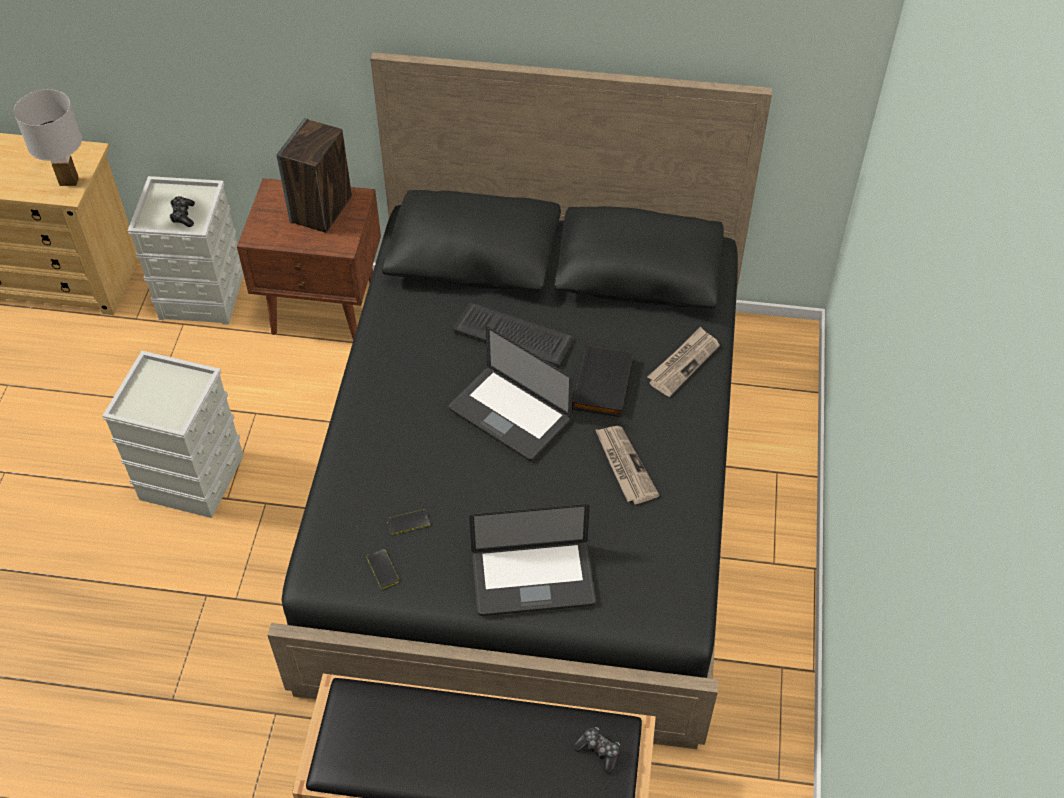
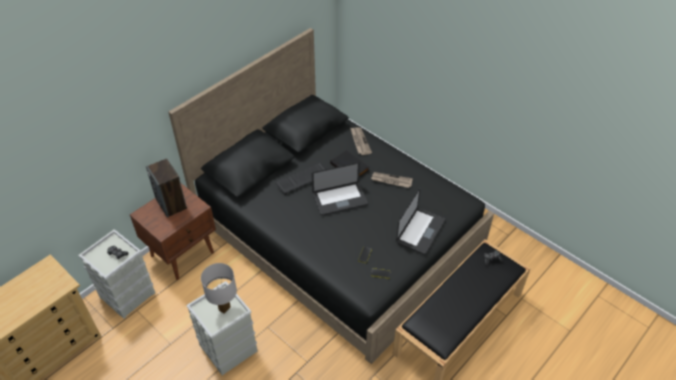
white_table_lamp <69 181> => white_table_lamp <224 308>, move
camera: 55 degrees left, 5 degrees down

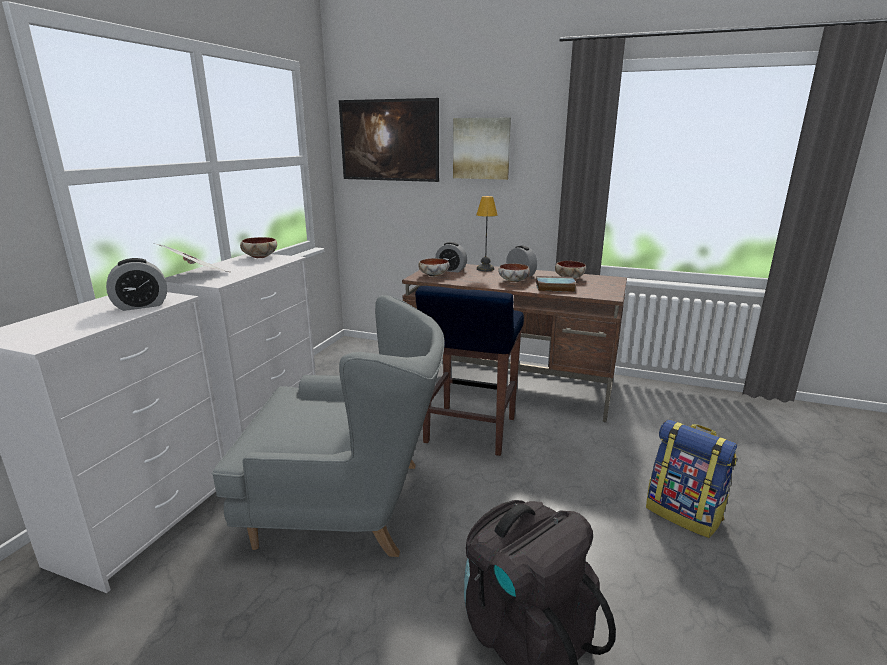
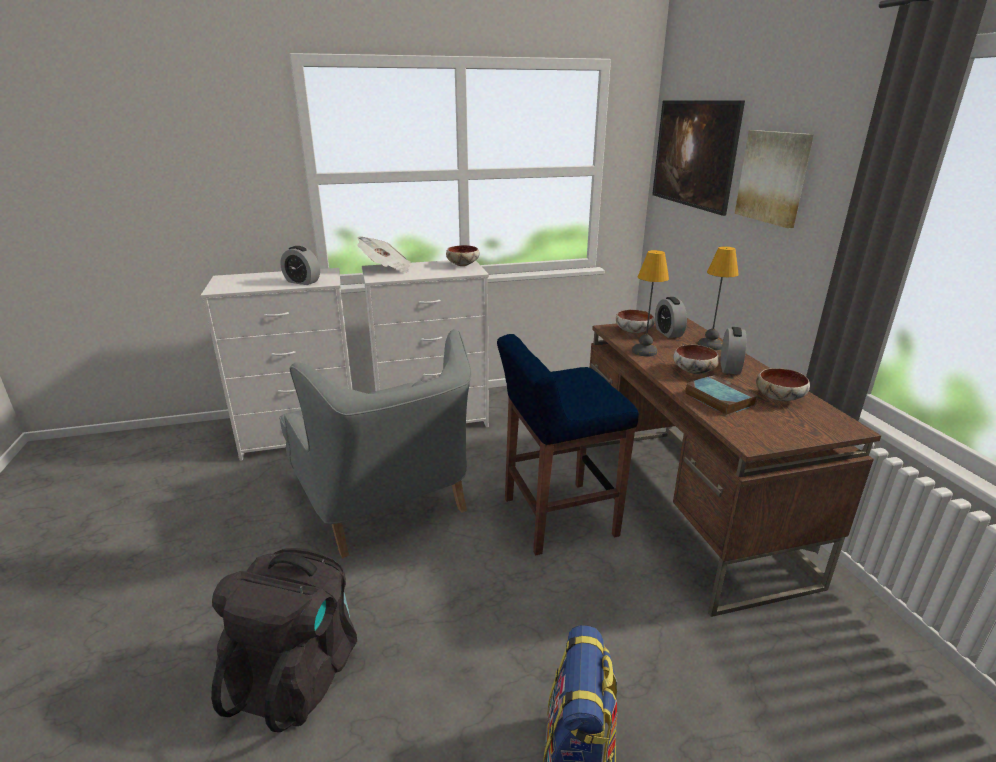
nothing => table_lamp <644 351>
camera: 55 degrees right, 5 degrees up

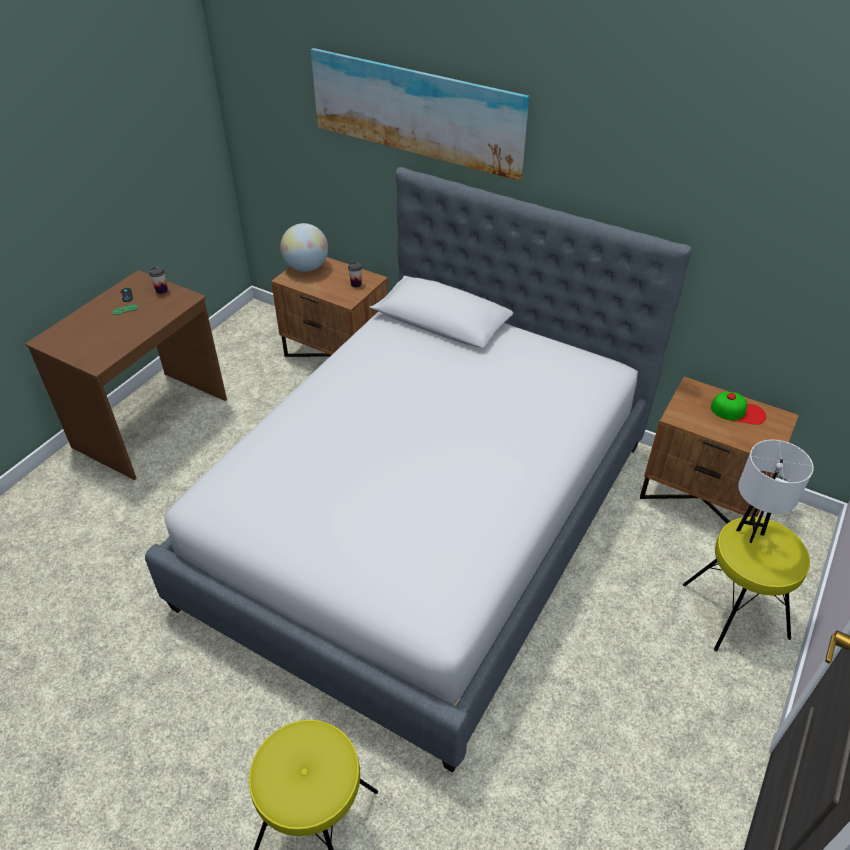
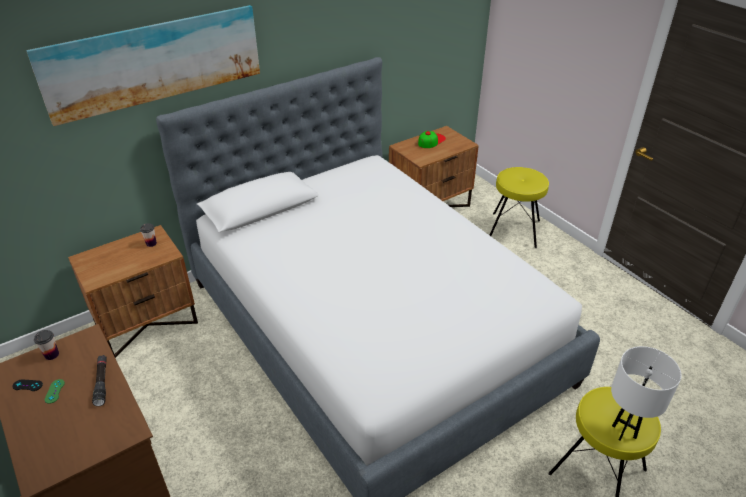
globe <306 267> => nothing
nothing => black_flashlight <102 383>
white_table_lamp <750 532> => white_table_lamp <624 431>, move
camera: 65 degrees left, 5 degrees down

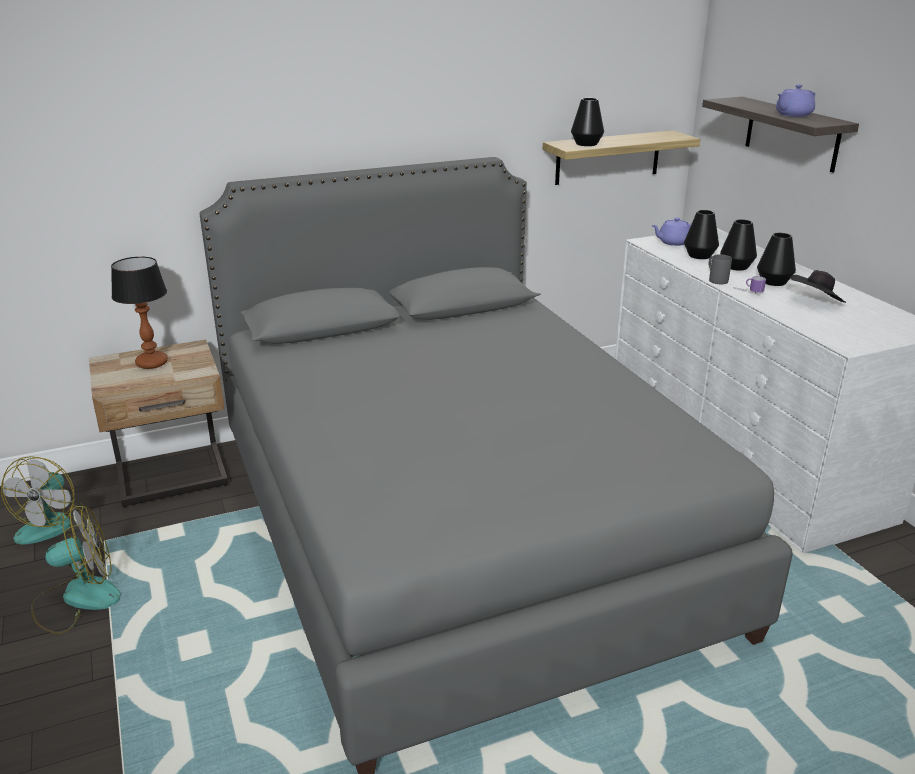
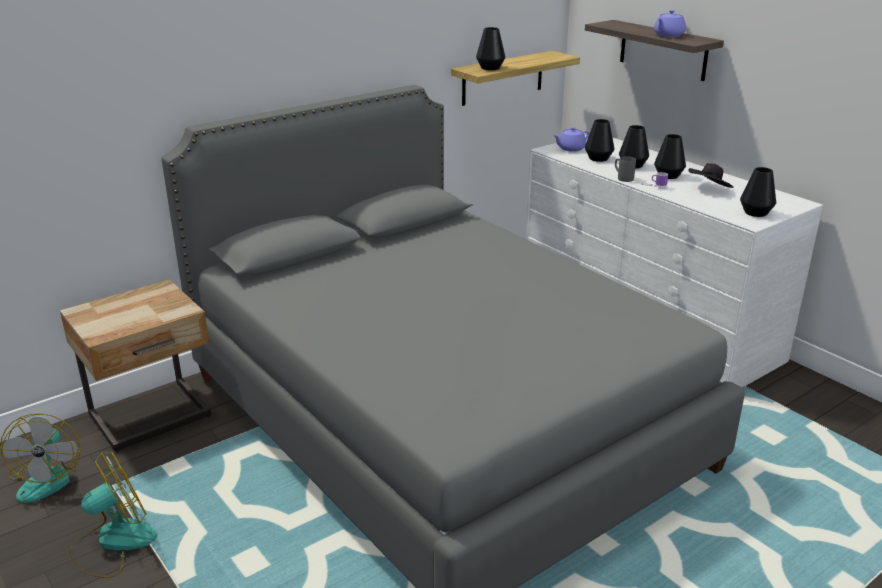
table_lamp <152 363> => nothing
nothing => black_vase <755 212>
camera: 15 degrees left, 0 degrees up

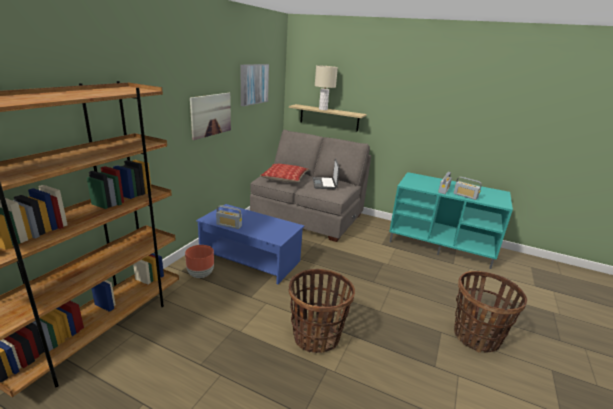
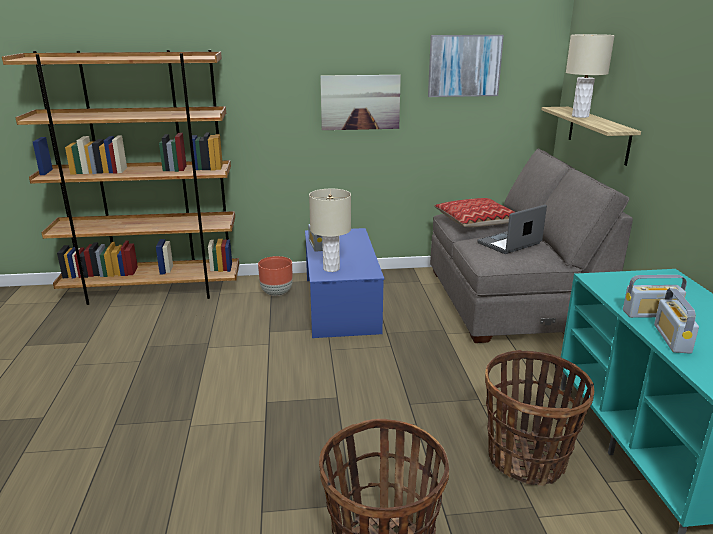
nothing => beige_table_lamp <331 268>
basket <316 336> => basket <526 459>, move
camera: 60 degrees right, 0 degrees up

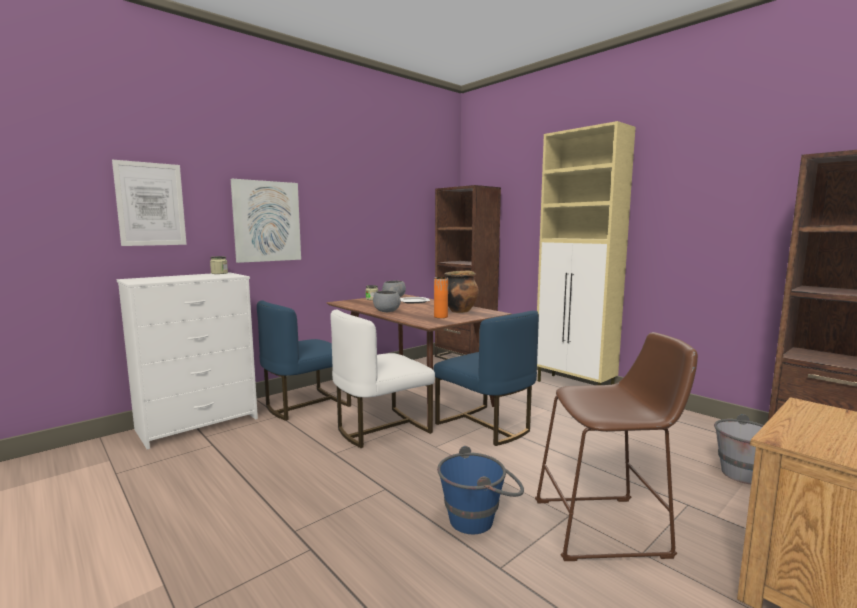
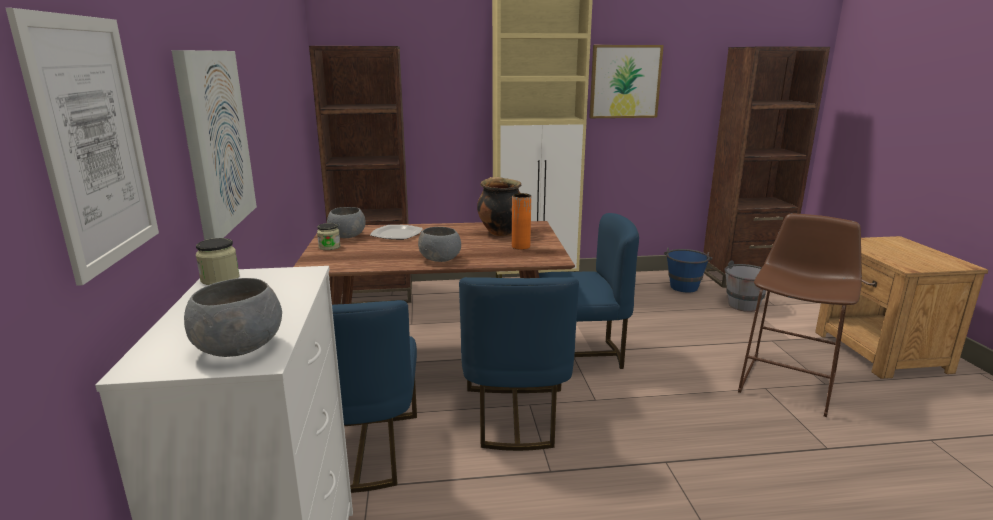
nothing => grey_bowl <237 348>
nothing => picture <625 81>
blue_bucket <480 518> => blue_bucket <684 285>, move
white_chair <381 429> => blue_chair <515 416>
camera: 55 degrees left, 10 degrees up

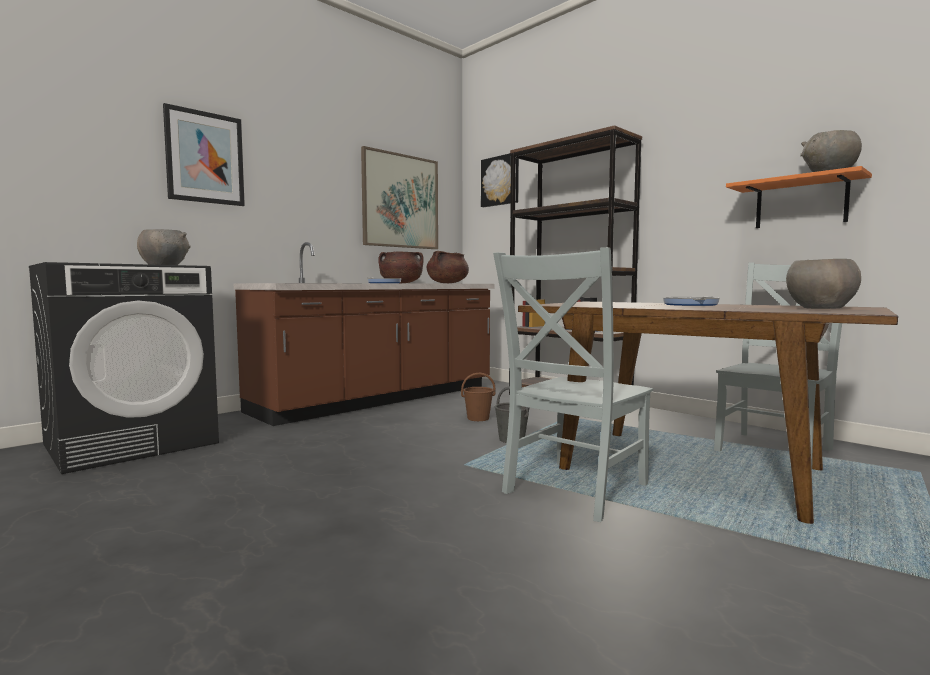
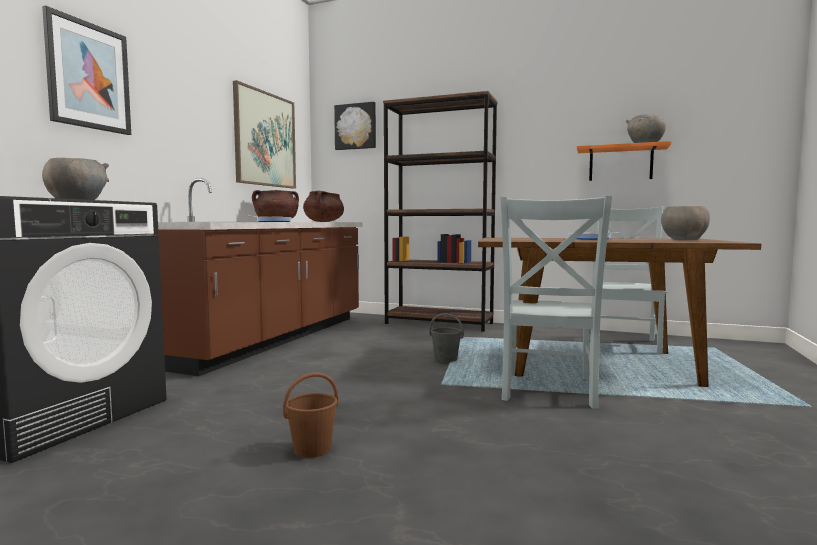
brown_bucket <478 418> => brown_bucket <313 449>, move
camera: 25 degrees left, 0 degrees up

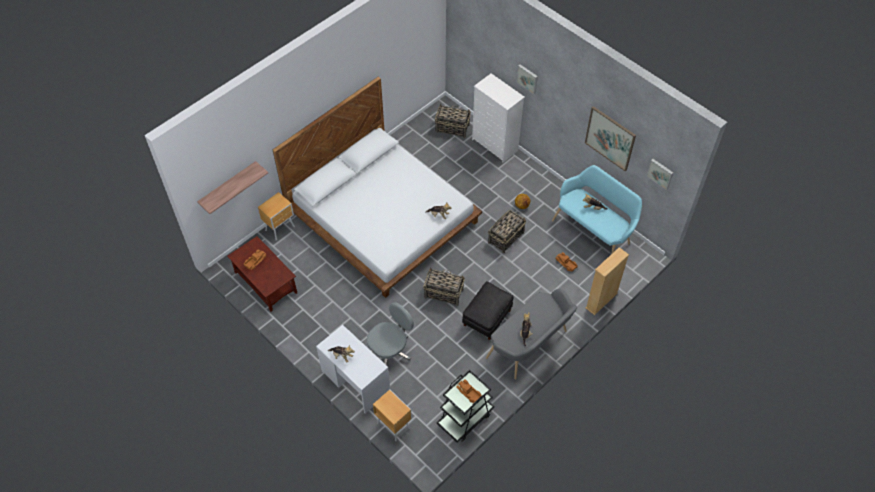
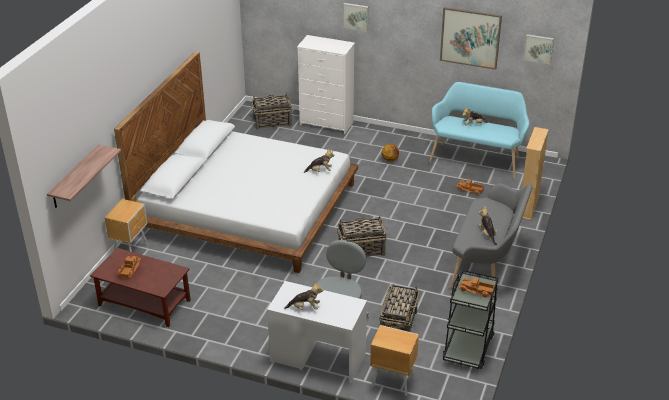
black_ottoman <487 317> => nothing
basket <506 237> => basket <398 324>, move
camera: 25 degrees left, 20 degrees down

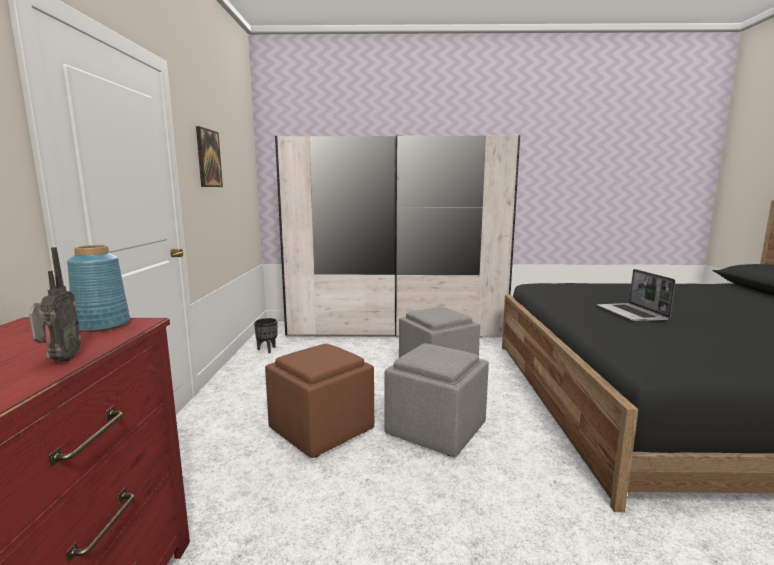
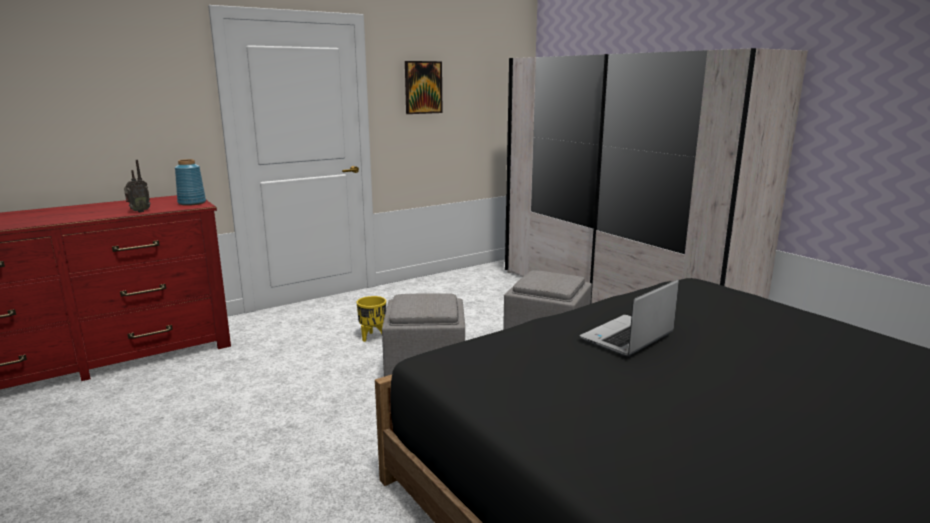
black_planter <267 349> => nothing
brown_ottoman <321 430> => yellow_planter <372 337>
camera: 55 degrees right, 5 degrees up

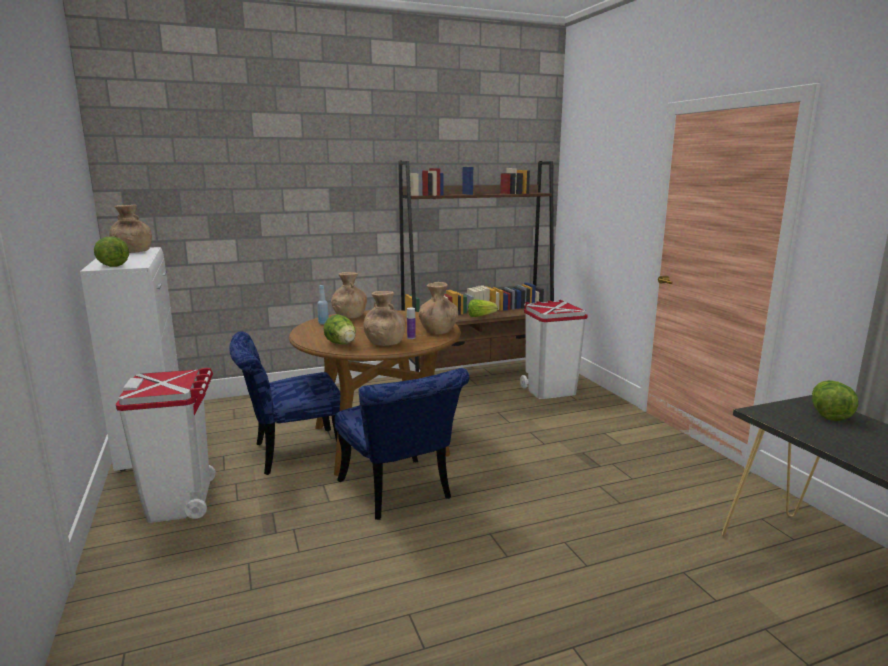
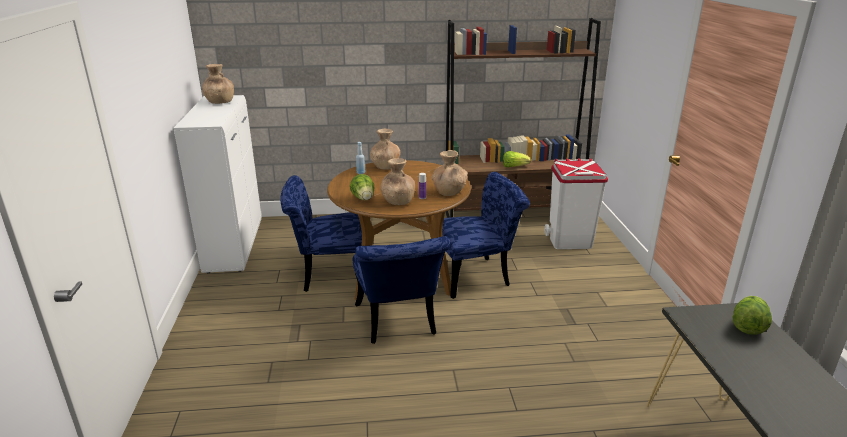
lettuce <111 265> => nothing
white_trash_can <181 502> => nothing
nothing => blue_chair <477 276>
camera: 15 degrees right, 10 degrees up

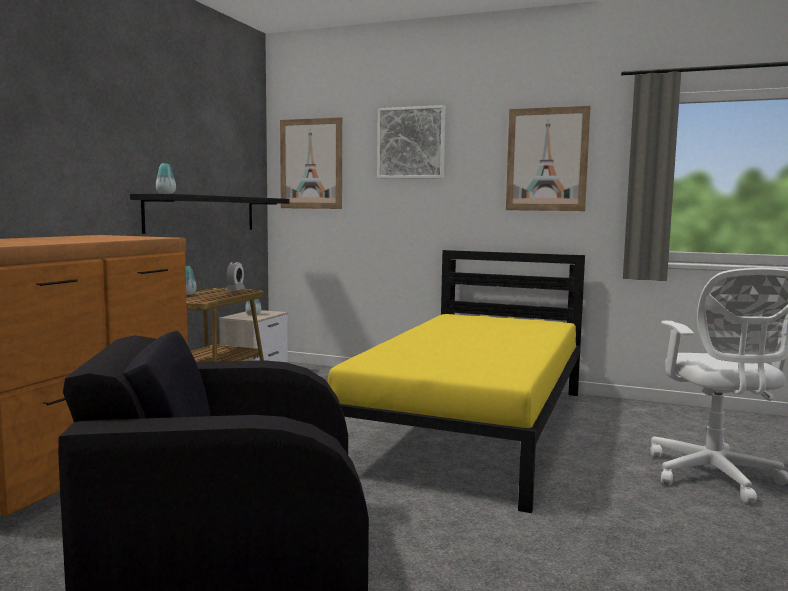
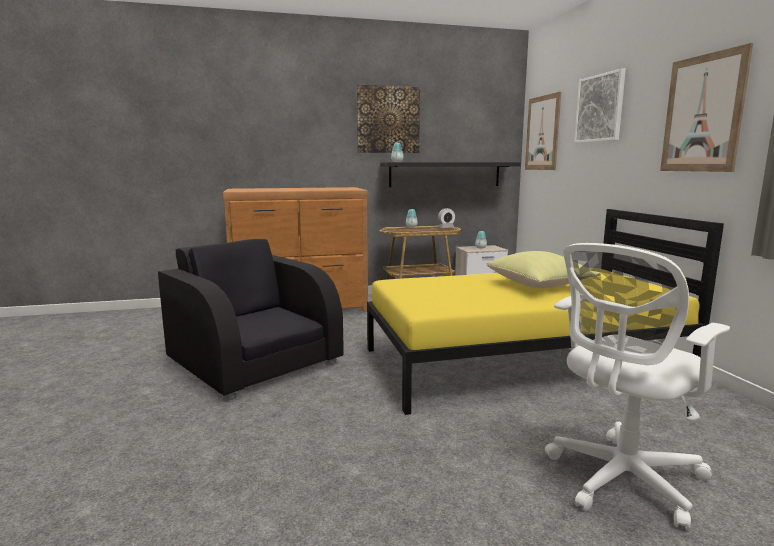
nothing => picture <388 120>
nothing => yellow_pillow <540 286>
camera: 55 degrees right, 5 degrees up

